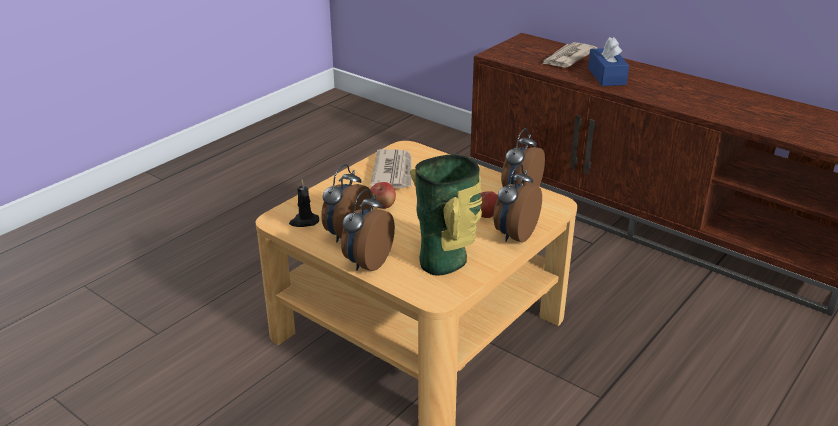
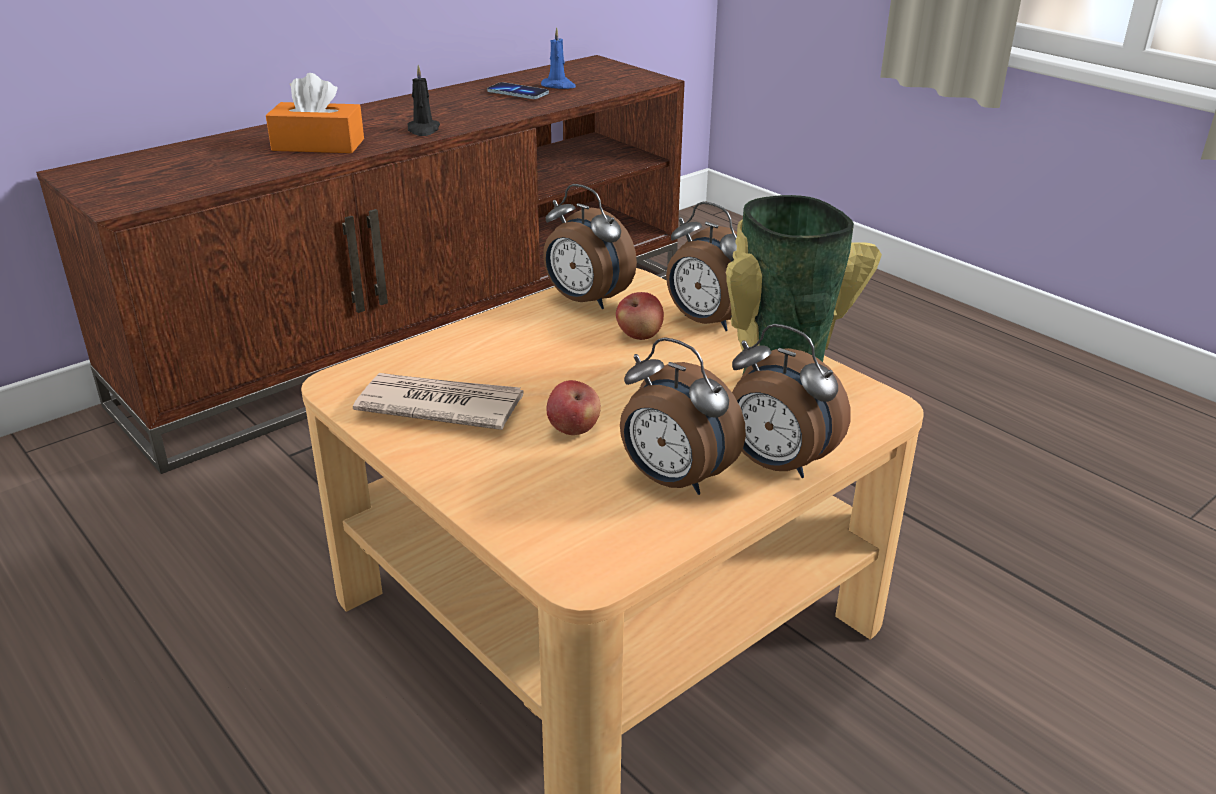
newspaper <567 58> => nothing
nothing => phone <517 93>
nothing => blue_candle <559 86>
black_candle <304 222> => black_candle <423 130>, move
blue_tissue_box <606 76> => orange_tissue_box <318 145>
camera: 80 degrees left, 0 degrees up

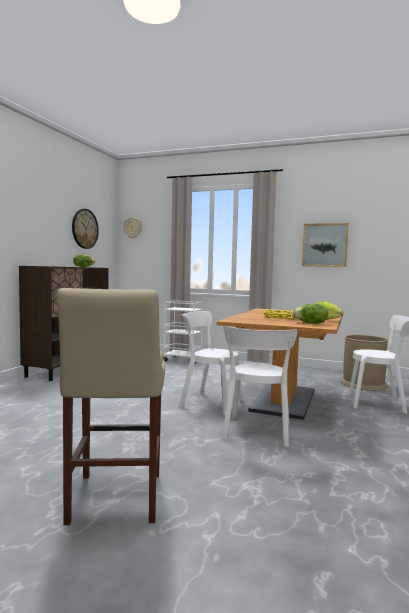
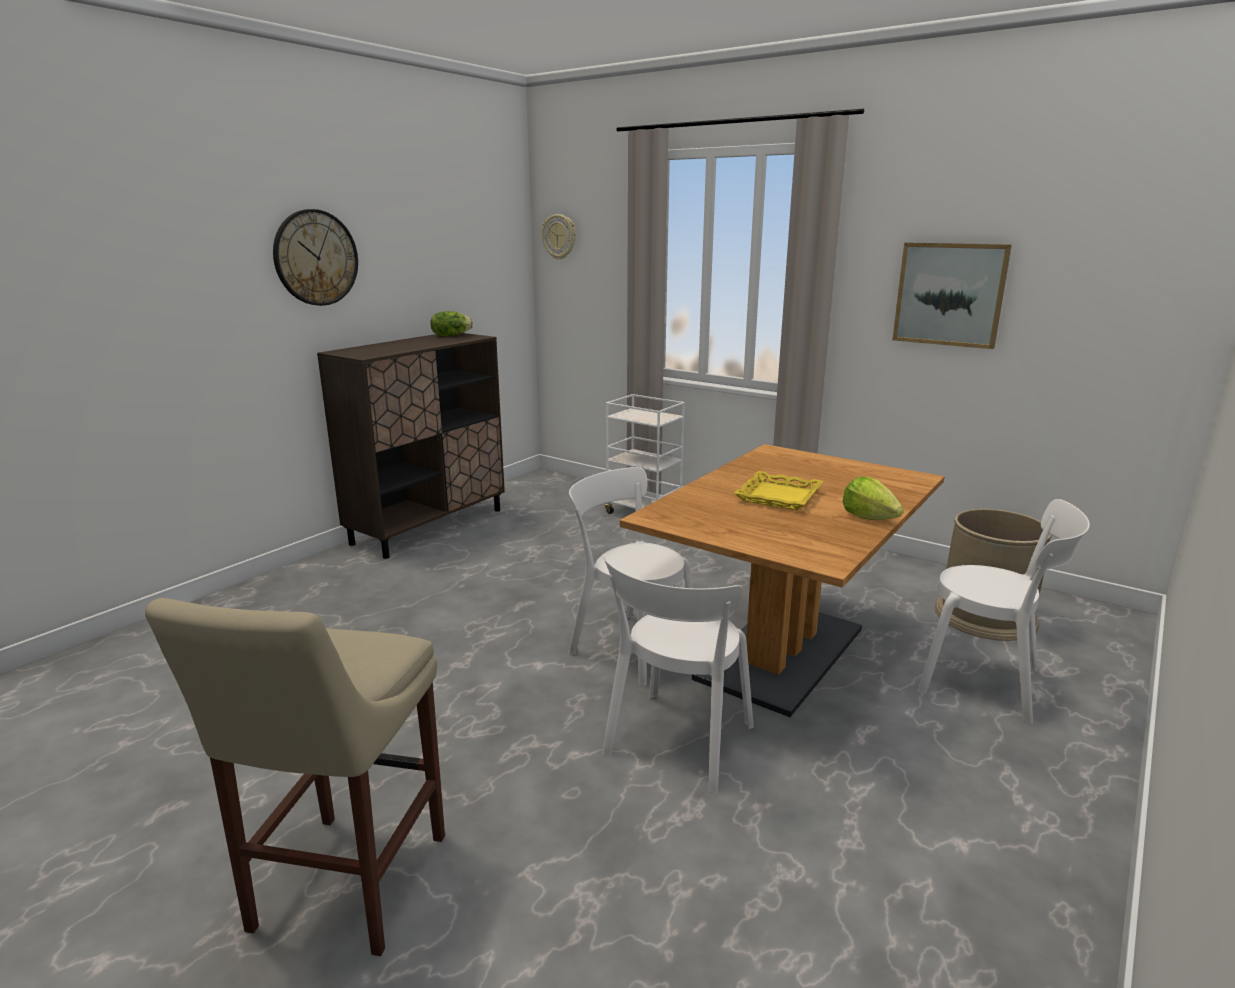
lettuce <311 323> => nothing
wall_clock <84 228> => wall_clock <316 258>, move
camera: 15 degrees right, 15 degrees up

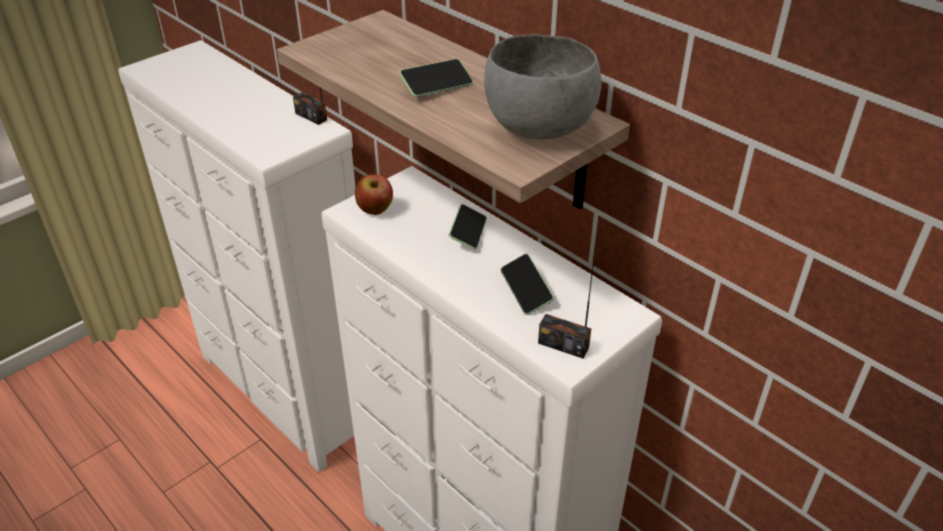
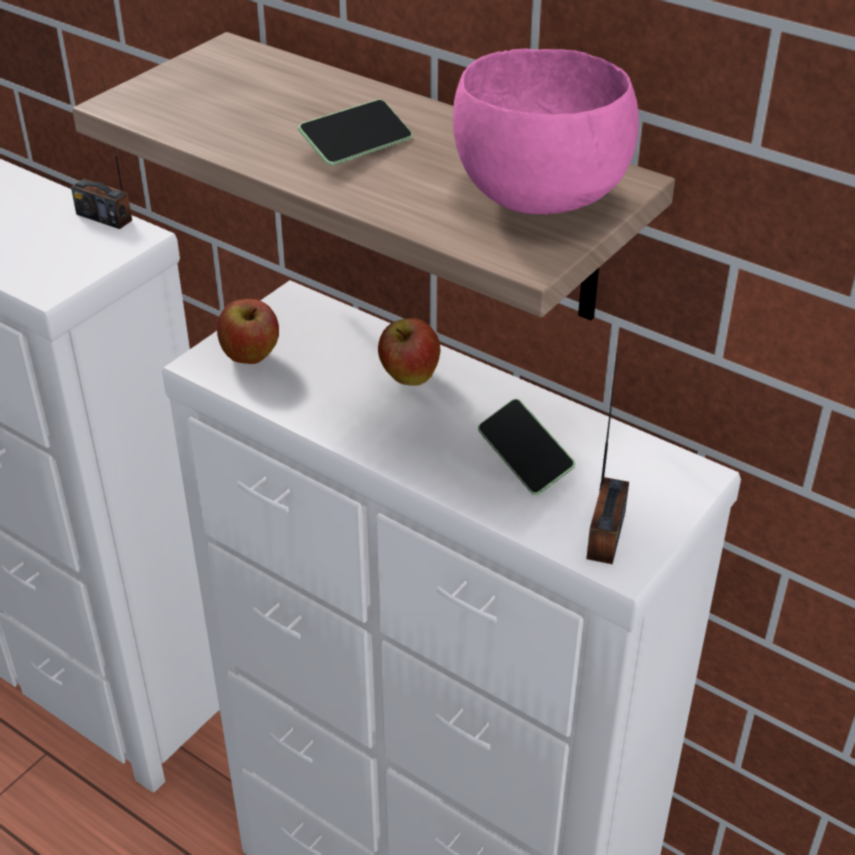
phone <468 234> => apple <409 378>
grey_bowl <537 128> => pink_bowl <536 197>
radio <563 345> => radio <605 535>, 90 degrees counterclockwise
camera: 10 degrees left, 0 degrees up

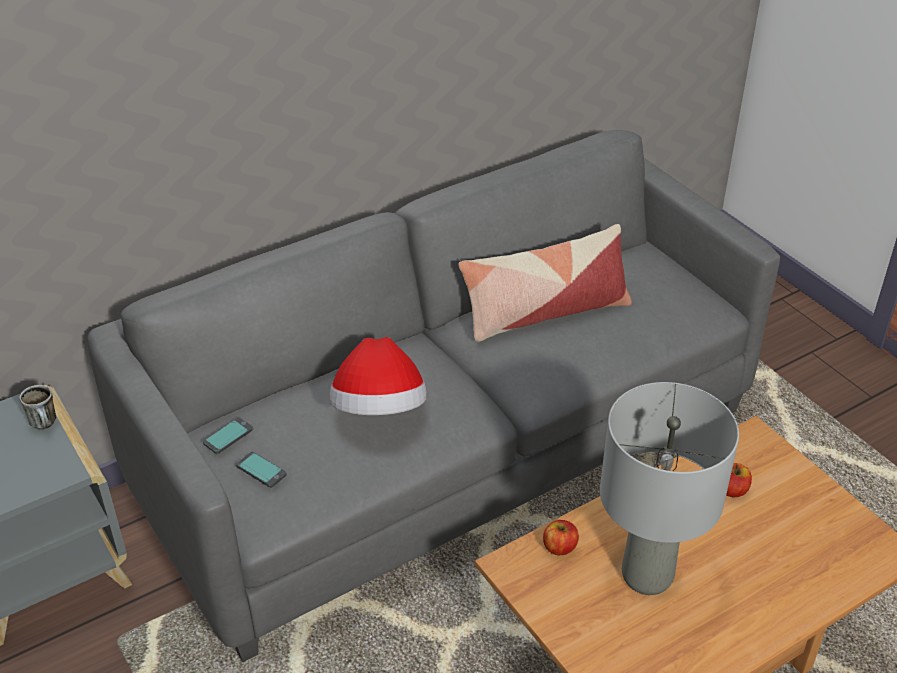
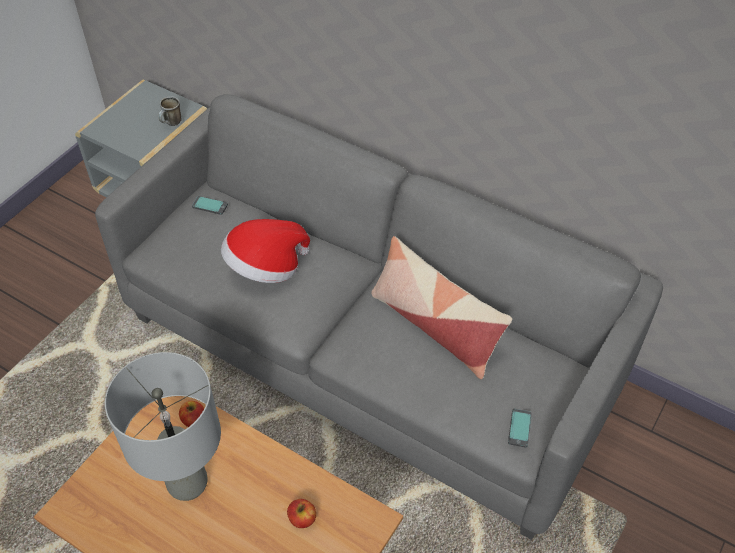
phone <261 470> => phone <519 428>, move
camera: 65 degrees right, 10 degrees up

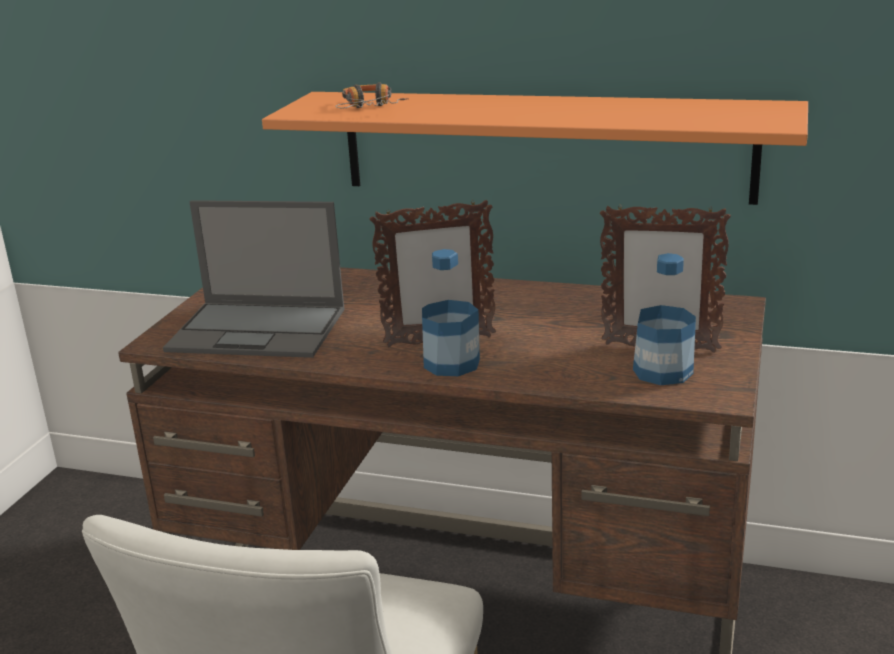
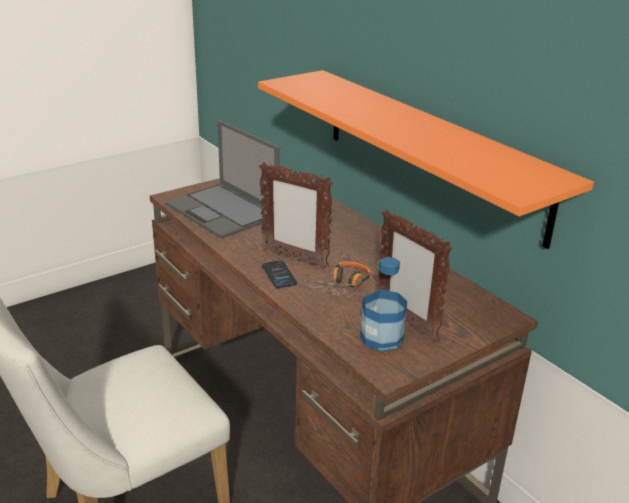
headphones <369 108> => headphones <344 286>, move
bottle <451 363> => phone <279 275>
camera: 35 degrees right, 5 degrees up

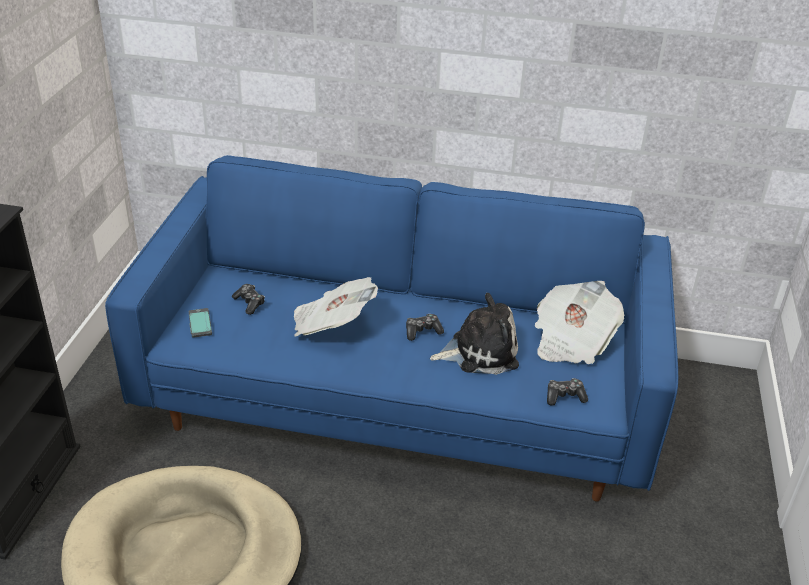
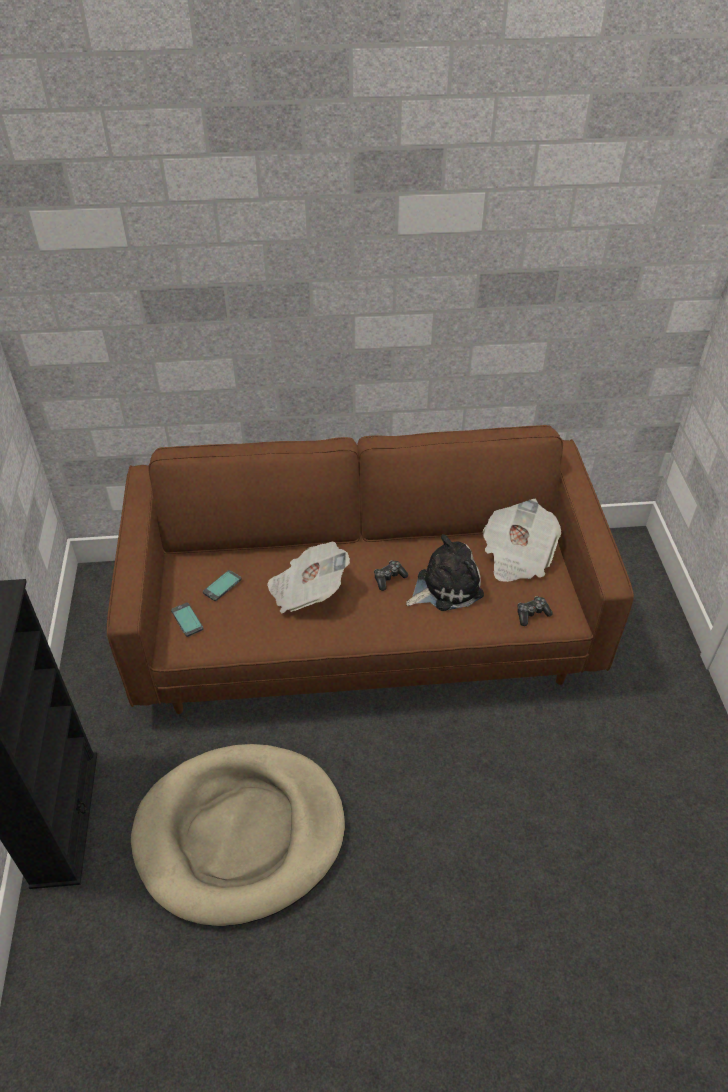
game_controller <249 303> => phone <222 586>
blue_sofa <400 396> => brown_sofa <364 626>
camera: 15 degrees left, 10 degrees up

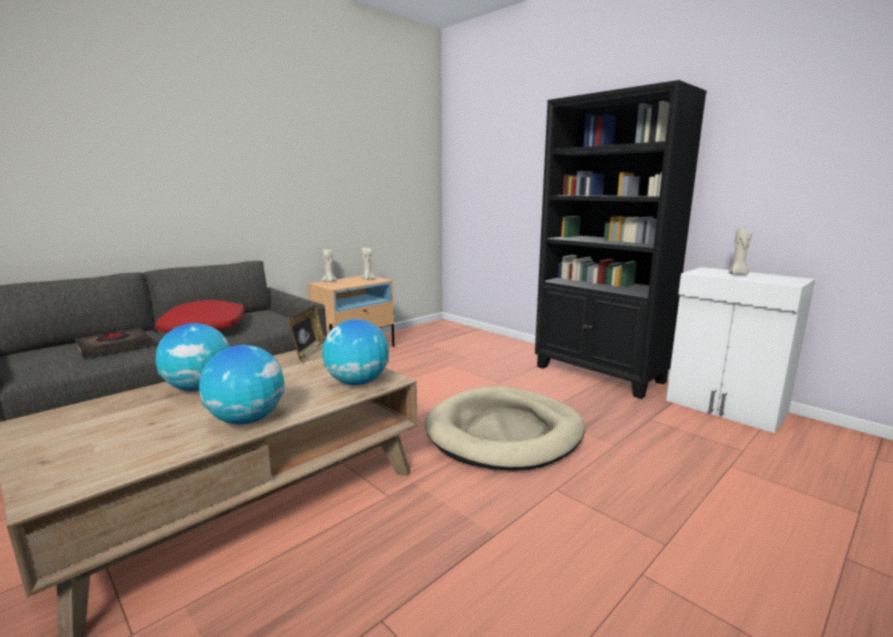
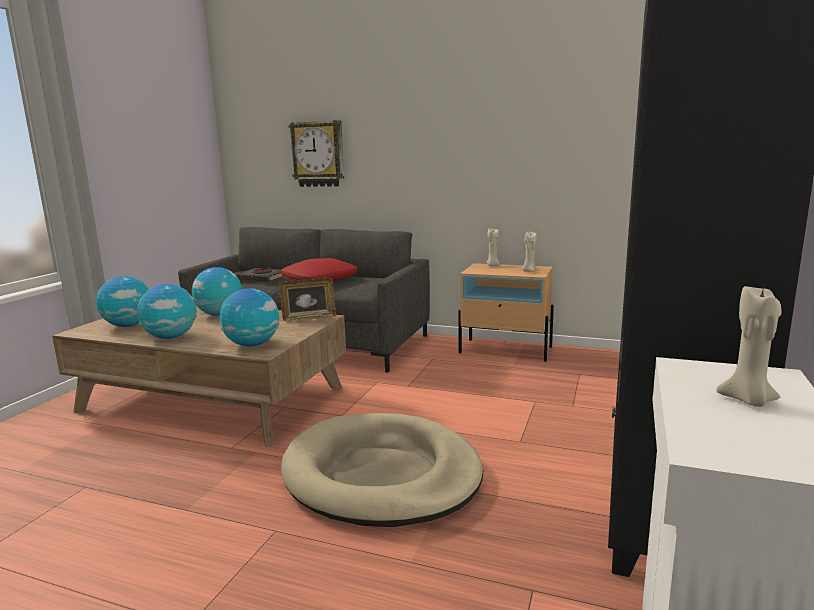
nothing => globe <128 325>
nothing => wall_clock <318 154>
camera: 65 degrees right, 0 degrees up

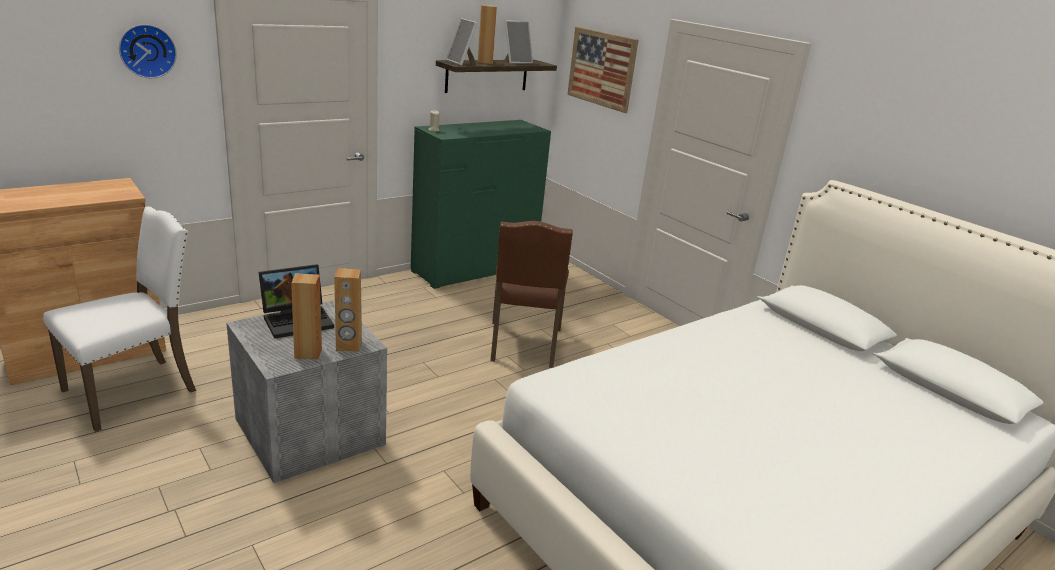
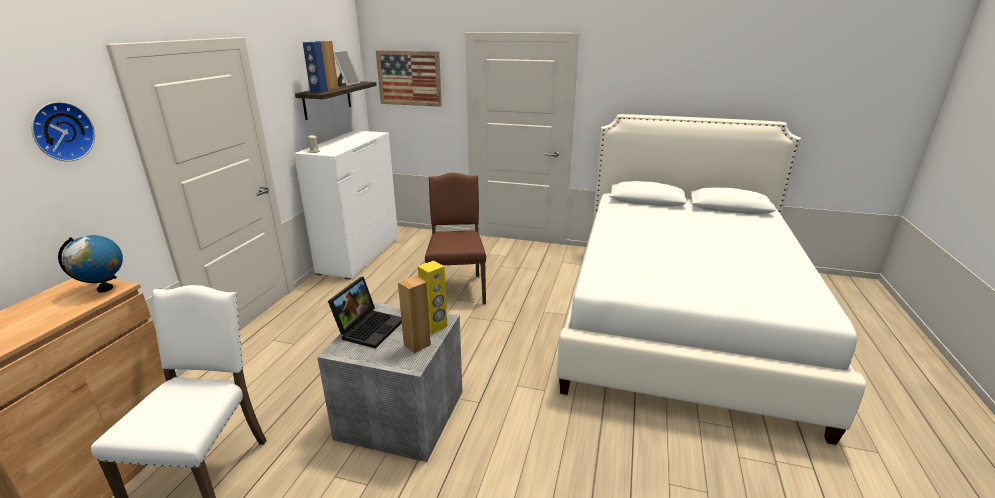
nothing => globe <104 289>
picture_frame <462 63> => blue_speaker <319 91>
brown_speaker <349 346> => yellow_speaker <435 326>
green_dresser <474 269> => white_dresser <359 255>
brown_chair <524 345> => brown_chair <457 288>, 150 degrees counterclockwise
camera: 35 degrees left, 0 degrees up

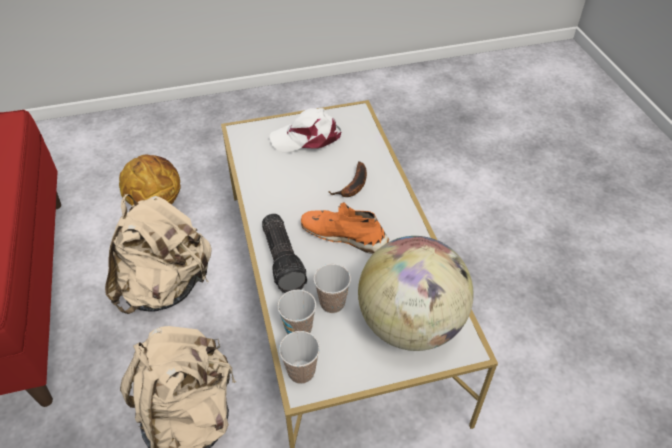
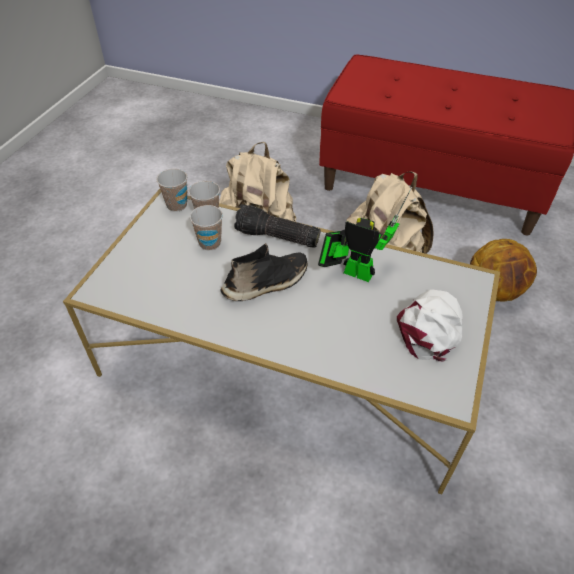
banana <353 186> => nothing
globe <410 324> => nothing
nothing => toy_robot <353 271>
orange_shoe <344 235> => black_shoe <267 283>
camera: 125 degrees right, 0 degrees up

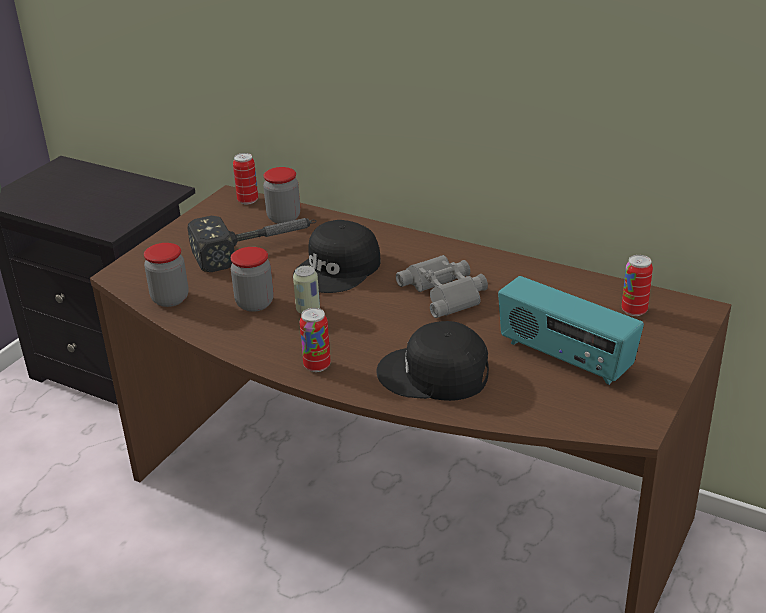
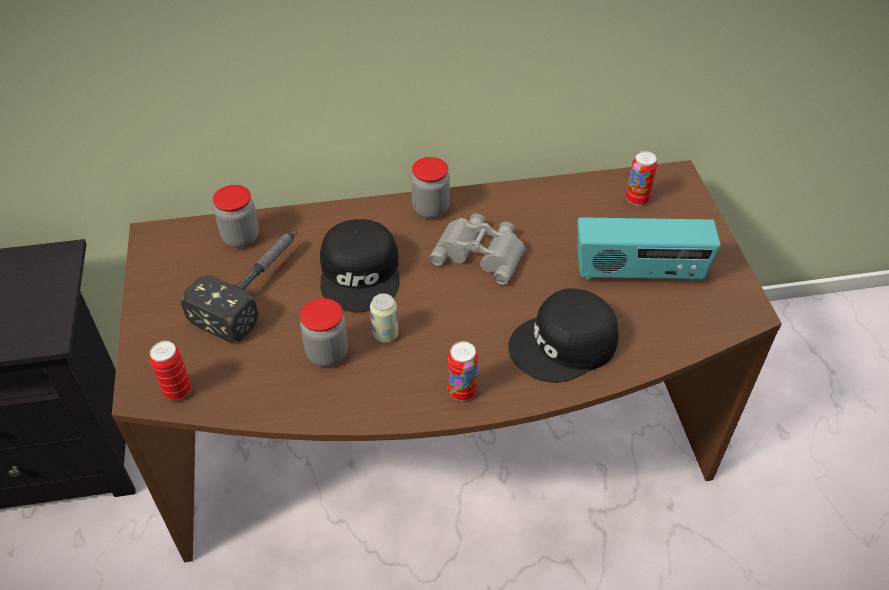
jar <170 299> => jar <430 209>, move
can <248 200> => can <177 391>, move
camera: 40 degrees left, 15 degrees up

